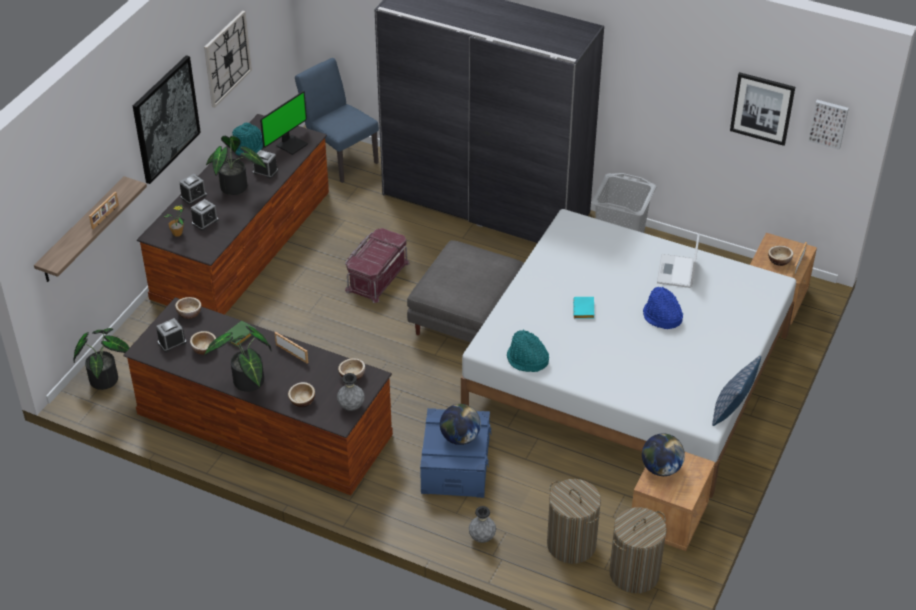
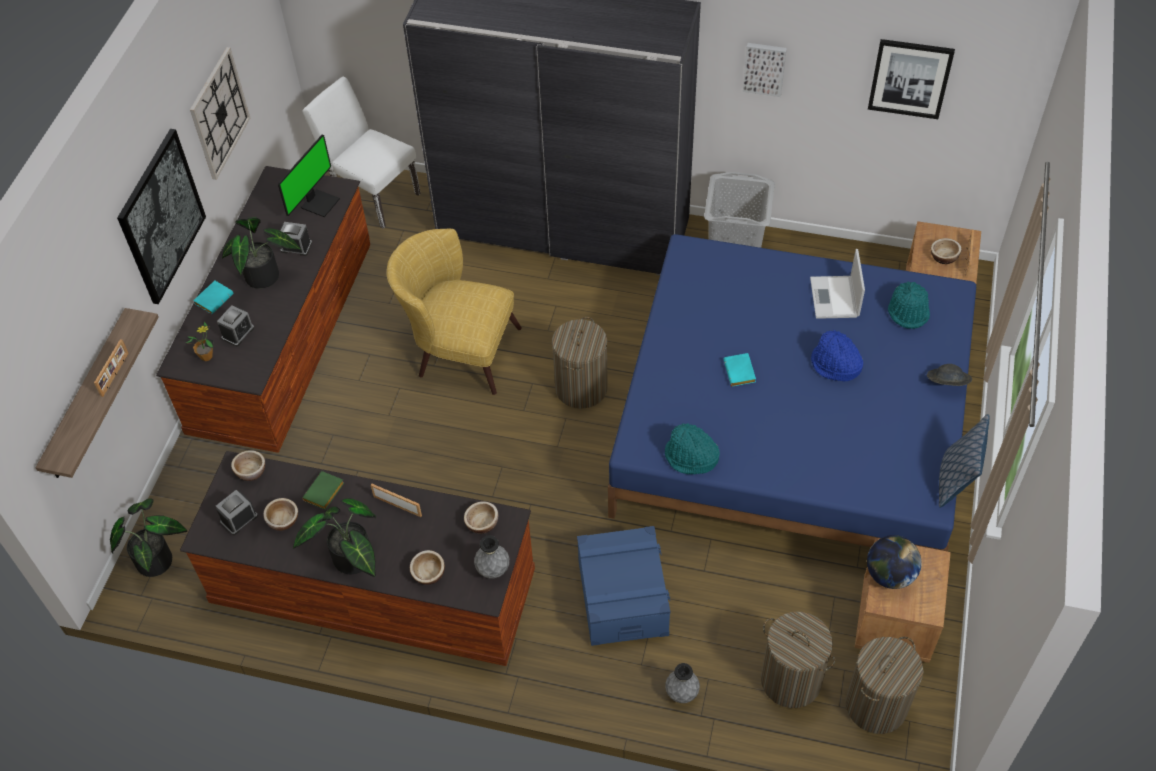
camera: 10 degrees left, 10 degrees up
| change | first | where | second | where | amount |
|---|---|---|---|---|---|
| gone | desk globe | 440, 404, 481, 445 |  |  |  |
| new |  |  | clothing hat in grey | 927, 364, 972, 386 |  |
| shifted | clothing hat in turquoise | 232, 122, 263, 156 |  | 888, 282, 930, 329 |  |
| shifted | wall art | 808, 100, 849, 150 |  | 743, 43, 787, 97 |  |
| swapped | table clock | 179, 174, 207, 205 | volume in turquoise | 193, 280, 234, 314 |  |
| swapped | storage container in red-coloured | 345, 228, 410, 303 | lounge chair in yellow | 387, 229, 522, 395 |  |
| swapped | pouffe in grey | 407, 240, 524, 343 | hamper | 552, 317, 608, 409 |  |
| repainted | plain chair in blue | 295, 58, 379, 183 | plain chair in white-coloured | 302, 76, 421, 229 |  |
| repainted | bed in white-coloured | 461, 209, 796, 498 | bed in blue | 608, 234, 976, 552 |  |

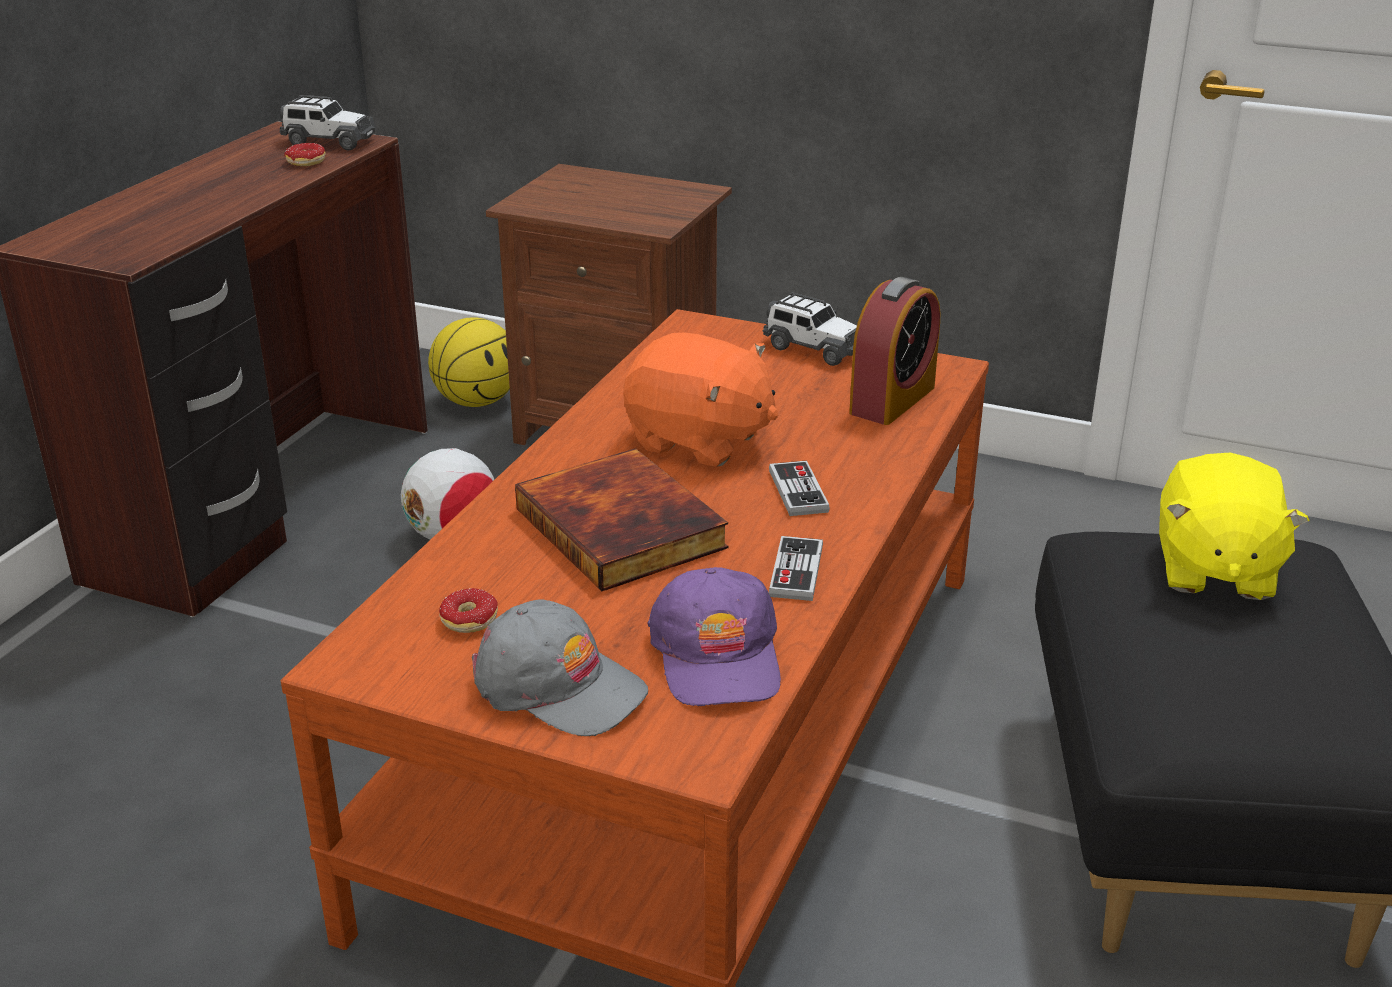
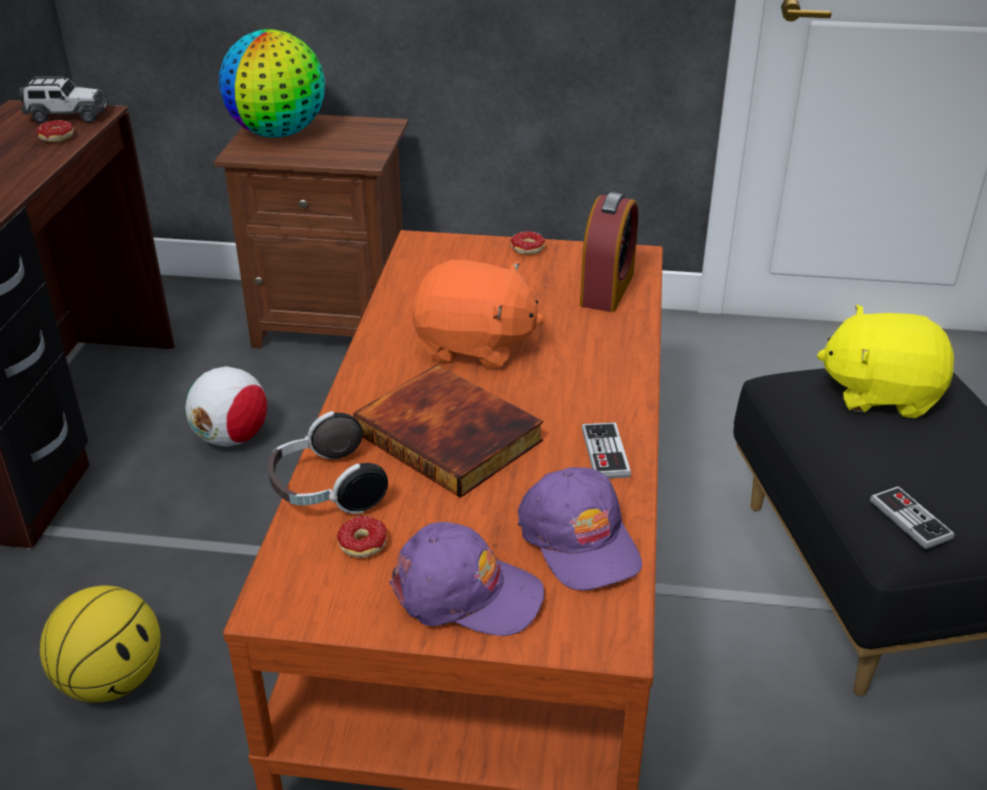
camera: 15 degrees left, 5 degrees up
| change | first | where | second | where | amount |
|---|---|---|---|---|---|
| new |  |  | desk globe | 219, 29, 325, 137 |  |
| new |  |  | headset | 268, 411, 388, 514 |  |
| shifted | basketball ball | 428, 317, 510, 407 |  | 40, 586, 161, 703 |  |
| shifted | joypad | 769, 461, 830, 516 |  | 870, 486, 954, 550 |  |
| swapped | toy car | 763, 292, 857, 366 | doughnut | 510, 231, 545, 255 |  |
| repainted | cap in grey | 472, 599, 648, 736 | cap in purple | 389, 522, 544, 636 |  |
| rotated | plush toy in yellow | 1159, 453, 1310, 600 |  | 817, 304, 954, 418 | 105 degrees clockwise |

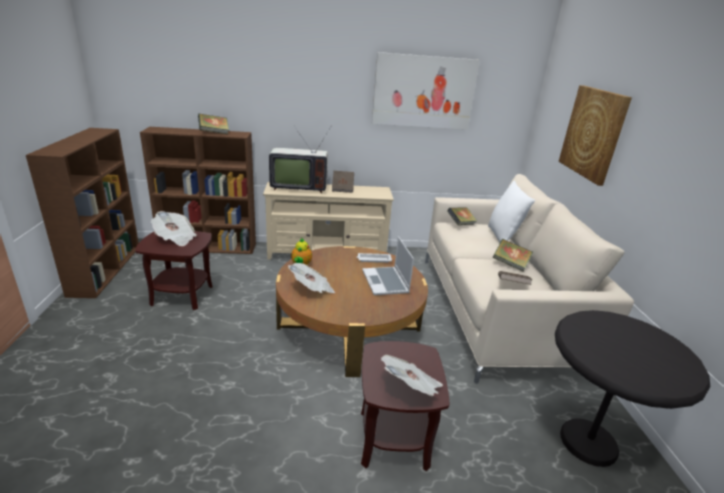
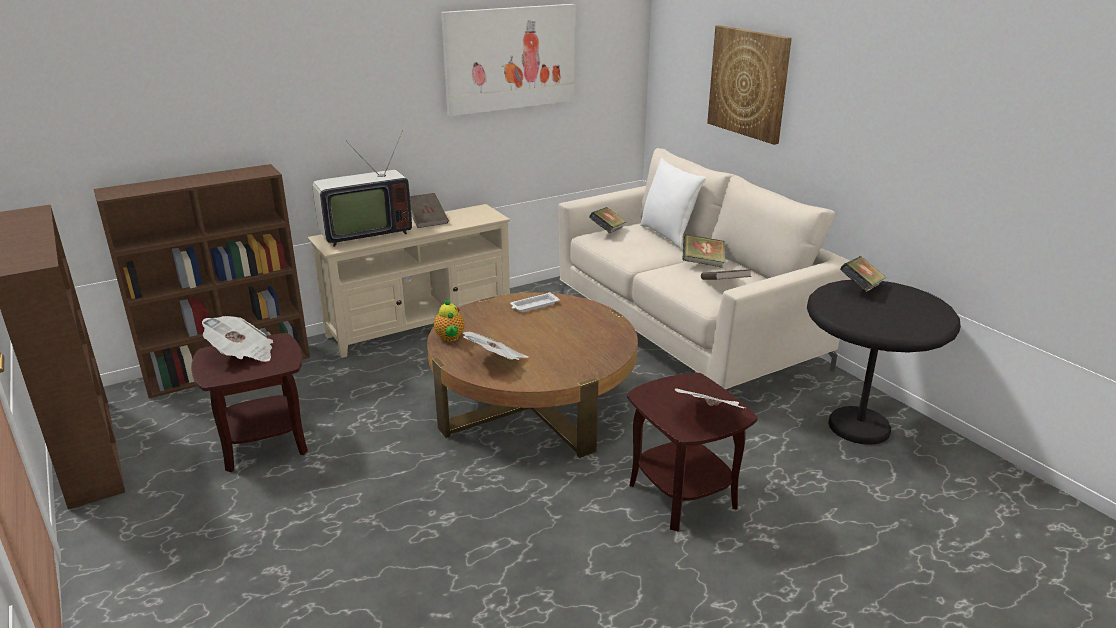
camera: 25 degrees left, 0 degrees up
| change | first | where | second | where | amount |
|---|---|---|---|---|---|
| gone | portable computer | 362, 237, 414, 295 |  |  |  |
| shifted | volume | 198, 114, 229, 134 |  | 840, 256, 886, 292 |  |

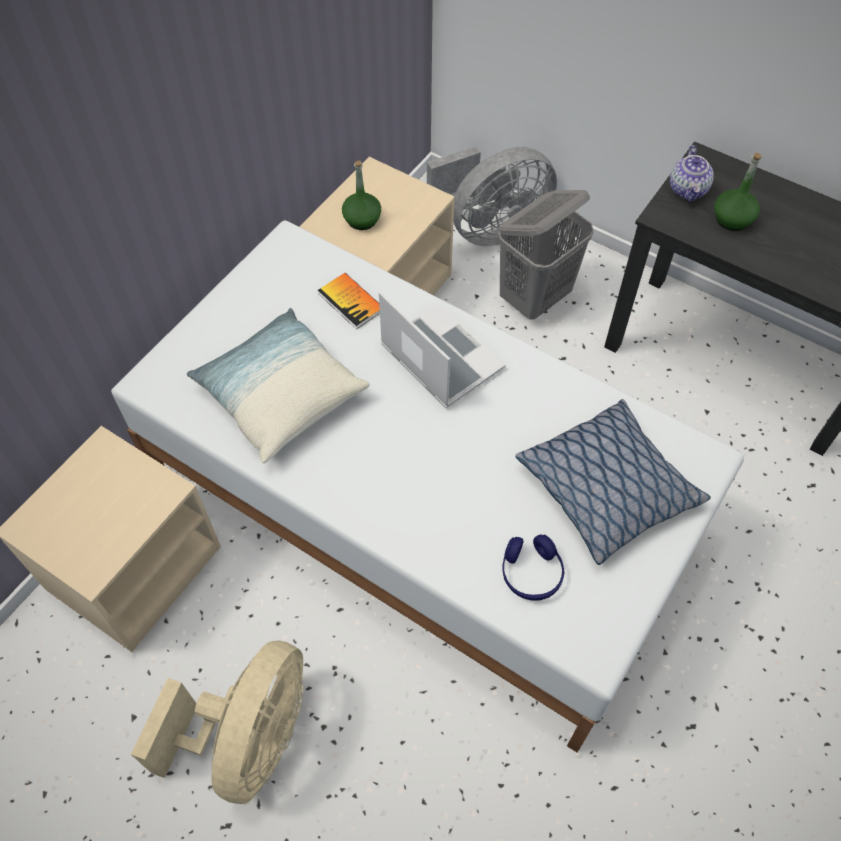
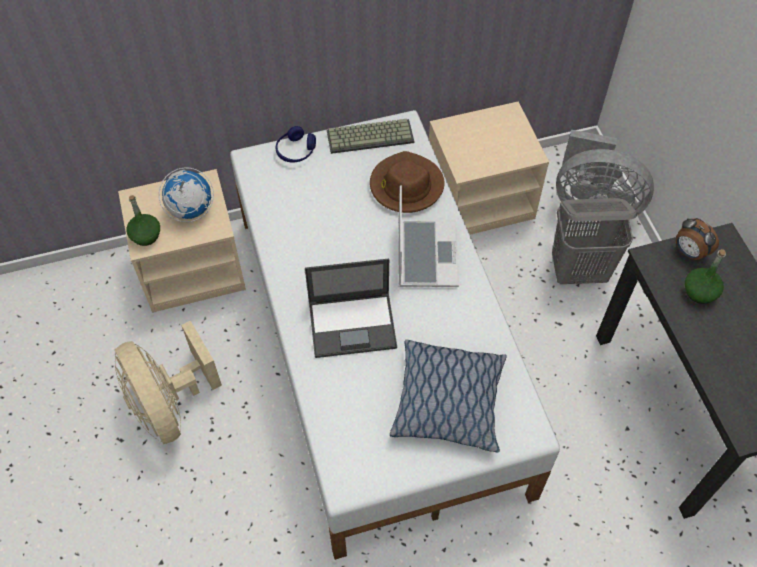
camera: 40 degrees right, 0 degrees up
| change | first | where | second | where | amount |
|---|---|---|---|---|---|
| gone | throw pillow | 187, 308, 370, 463 |  |  |  |
| new |  |  | desk globe | 159, 167, 214, 222 |  |
| new |  |  | portable computer | 305, 258, 397, 358 |  |
| new |  |  | PC keyboard | 327, 119, 414, 154 |  |
| shifted | beverage bottle in green | 342, 161, 381, 230 |  | 126, 195, 160, 246 |  |
| shifted | headset in blue | 502, 534, 564, 601 |  | 275, 126, 316, 162 |  |
| swapped | volume | 318, 273, 380, 329 | clothing hat in brown | 370, 151, 445, 213 |  |
| swapped | tea pot | 670, 145, 714, 202 | table clock | 676, 218, 719, 260 |  |
| rotated | cooling fan in sand-coloured | 131, 641, 304, 804 |  | 115, 320, 222, 444 | 90 degrees clockwise |

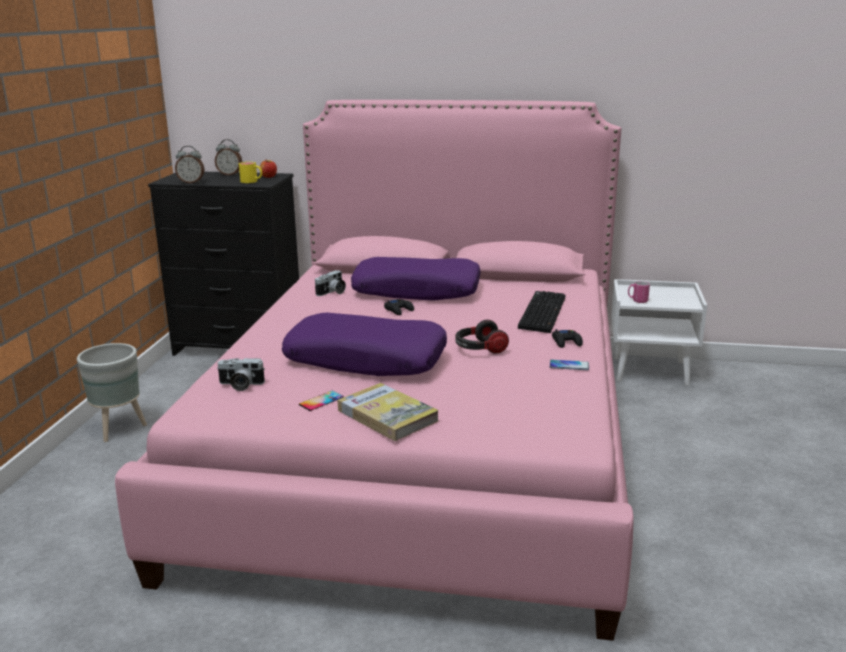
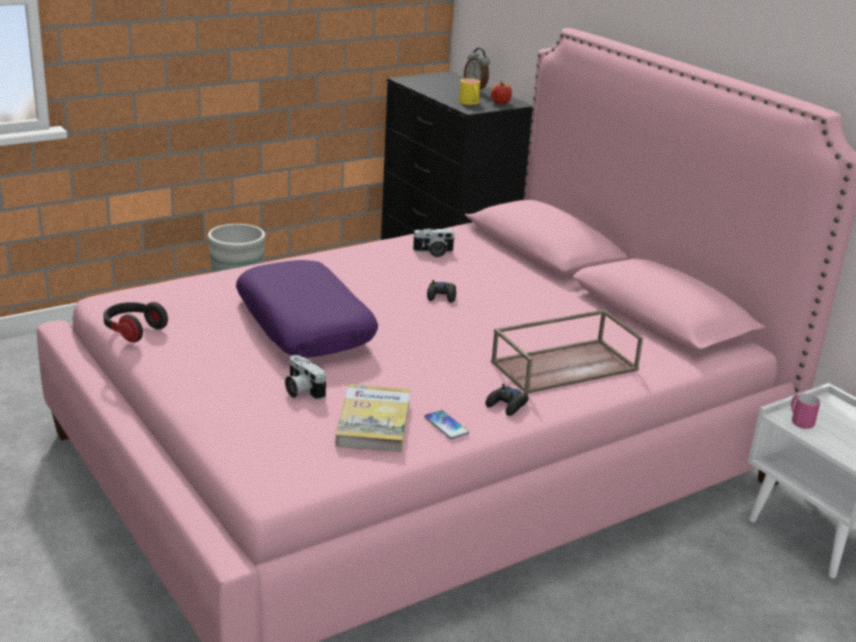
camera: 45 degrees right, 5 degrees up
| change | first | where | second | where | amount |
|---|---|---|---|---|---|
| gone | table clock | 175, 146, 204, 183 |  |  |  |
| gone | phone | 299, 391, 344, 411 |  |  |  |
| gone | throw pillow in purple | 351, 257, 481, 301 |  |  |  |
| shifted | photo camera | 217, 358, 265, 391 |  | 285, 355, 326, 400 |  |
| shifted | volume | 338, 383, 439, 441 |  | 335, 384, 411, 452 |  |
| shifted | headset | 456, 320, 509, 354 |  | 103, 302, 168, 342 |  |
| swapped | PC keyboard | 518, 291, 565, 333 | tray in brown | 491, 309, 643, 394 |  |

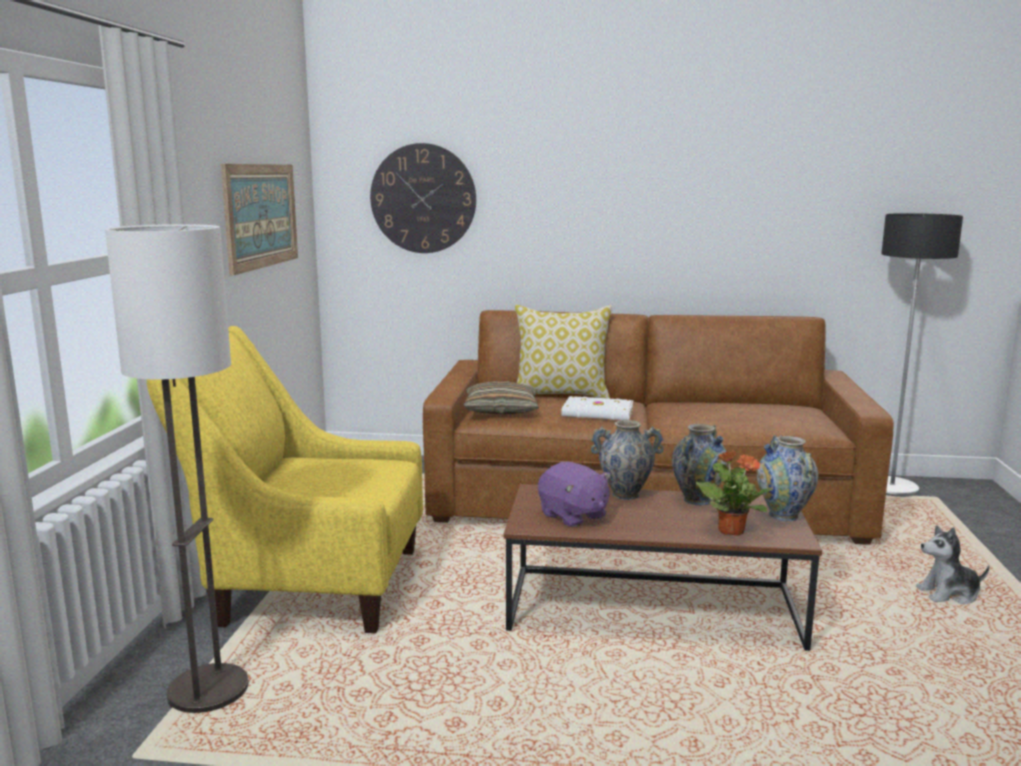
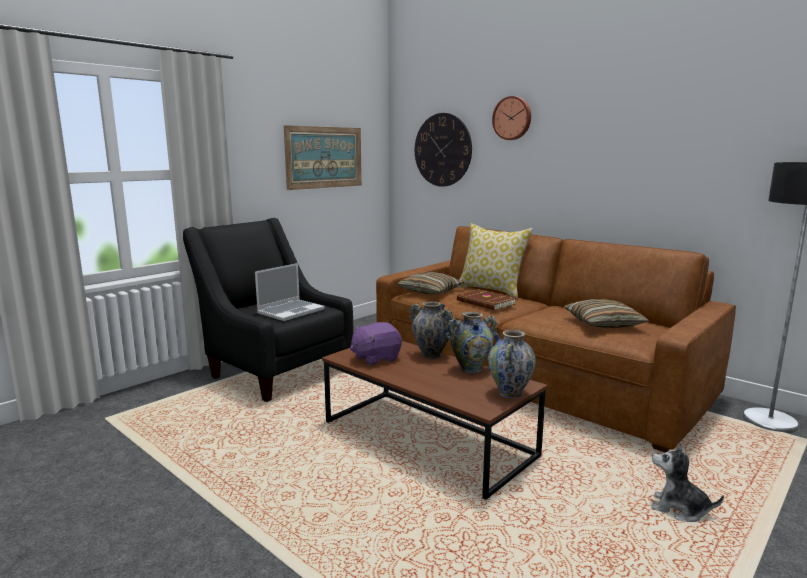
camera: 35 degrees right, 0 degrees up
| change | first | where | second | where | amount |
|---|---|---|---|---|---|
| gone | standard lamp | 105, 224, 249, 713 |  |  |  |
| gone | houseplant | 696, 450, 773, 535 |  |  |  |
| new |  |  | portable computer | 255, 263, 325, 321 |  |
| new |  |  | hanging clock | 492, 96, 531, 140 |  |
| new |  |  | throw pillow | 564, 299, 649, 328 |  |
| repainted | lounge chair in yellow | 147, 326, 423, 633 | lounge chair in black | 183, 218, 353, 402 |  |
| repainted | volume in white-coloured | 561, 396, 634, 420 | volume in brown | 457, 289, 516, 310 |  |
| rotated | plush toy in purple | 538, 462, 611, 527 |  | 350, 322, 402, 366 | 60 degrees clockwise |

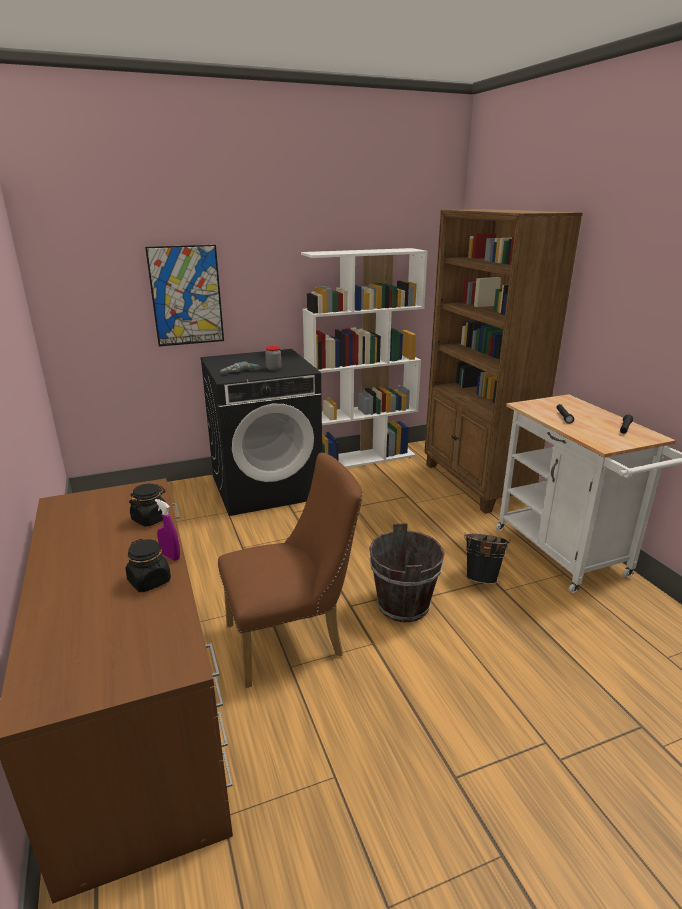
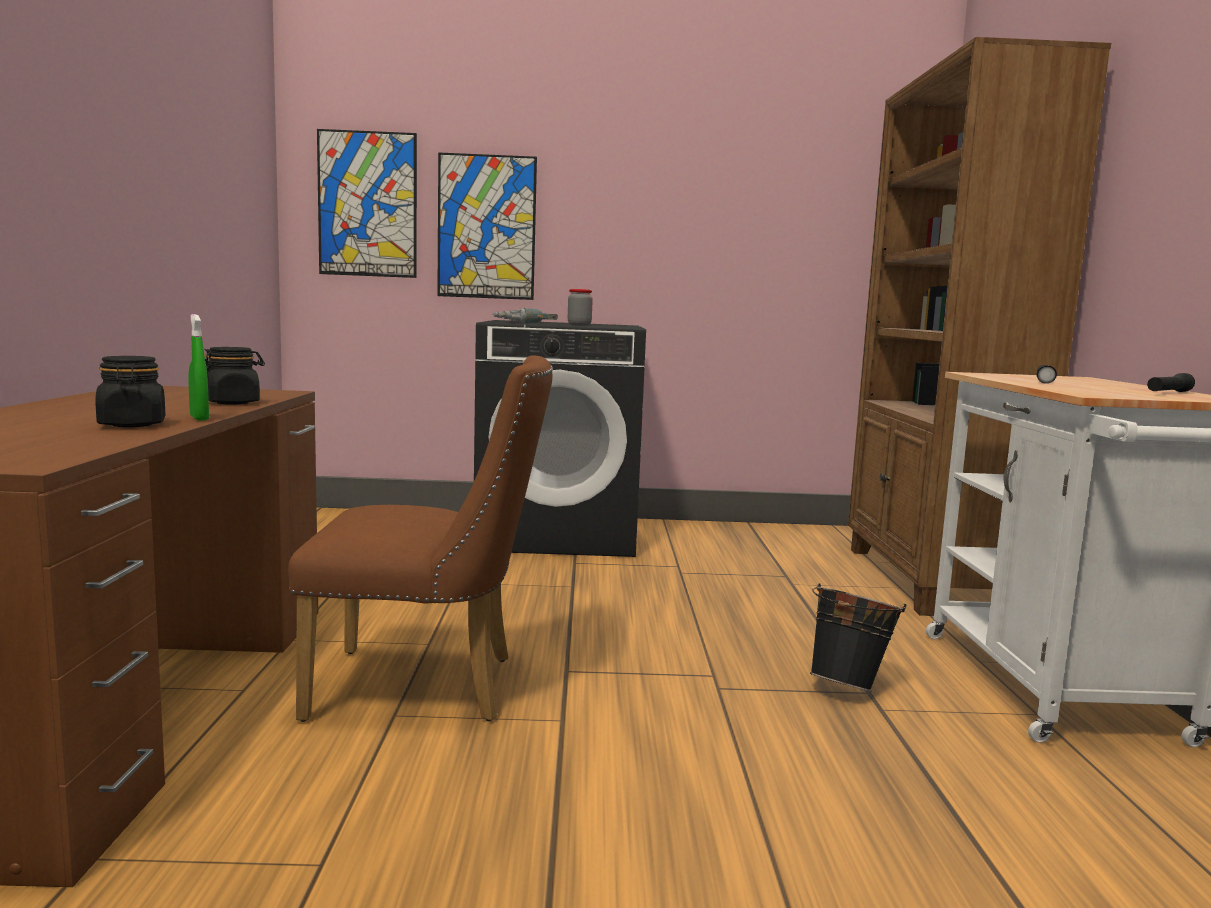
camera: 20 degrees right, 15 degrees down
| change | first | where | second | where | amount |
|---|---|---|---|---|---|
| gone | shelving unit in white-coloured | 301, 248, 428, 468 |  |  |  |
| gone | water bucket in brown | 369, 523, 445, 622 |  |  |  |
| new |  |  | wall art | 317, 129, 417, 278 |  |
| repainted | hand sprayer in purple | 155, 499, 180, 561 | hand sprayer in green | 188, 314, 209, 421 |  |

